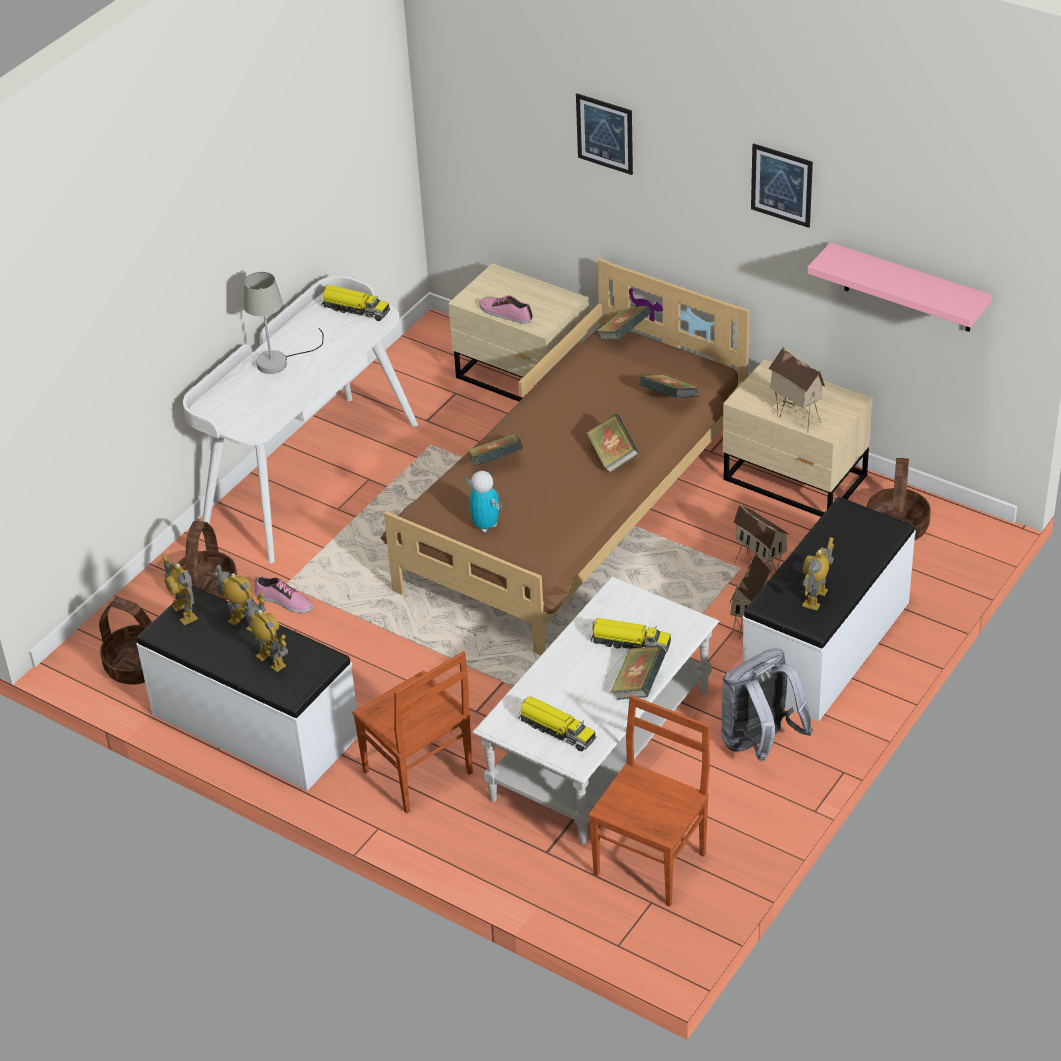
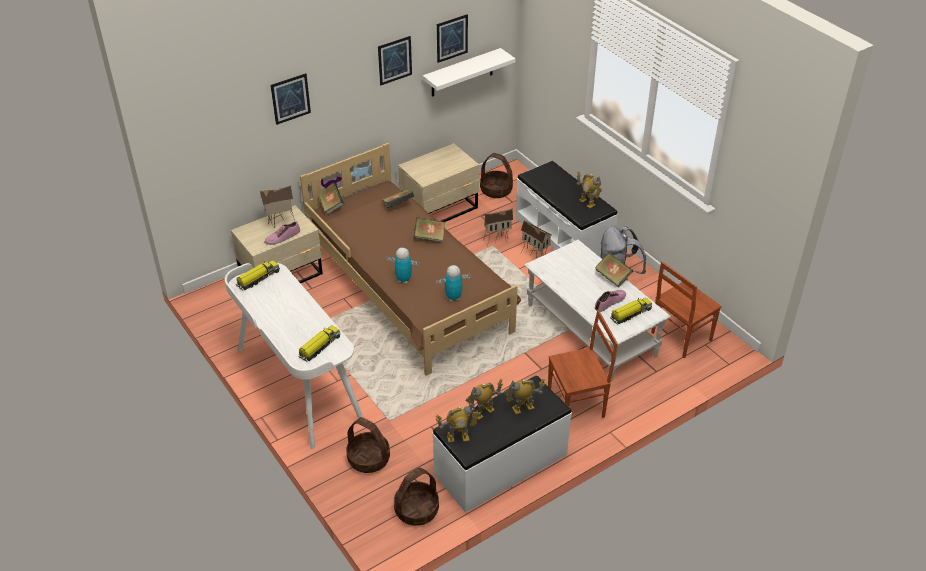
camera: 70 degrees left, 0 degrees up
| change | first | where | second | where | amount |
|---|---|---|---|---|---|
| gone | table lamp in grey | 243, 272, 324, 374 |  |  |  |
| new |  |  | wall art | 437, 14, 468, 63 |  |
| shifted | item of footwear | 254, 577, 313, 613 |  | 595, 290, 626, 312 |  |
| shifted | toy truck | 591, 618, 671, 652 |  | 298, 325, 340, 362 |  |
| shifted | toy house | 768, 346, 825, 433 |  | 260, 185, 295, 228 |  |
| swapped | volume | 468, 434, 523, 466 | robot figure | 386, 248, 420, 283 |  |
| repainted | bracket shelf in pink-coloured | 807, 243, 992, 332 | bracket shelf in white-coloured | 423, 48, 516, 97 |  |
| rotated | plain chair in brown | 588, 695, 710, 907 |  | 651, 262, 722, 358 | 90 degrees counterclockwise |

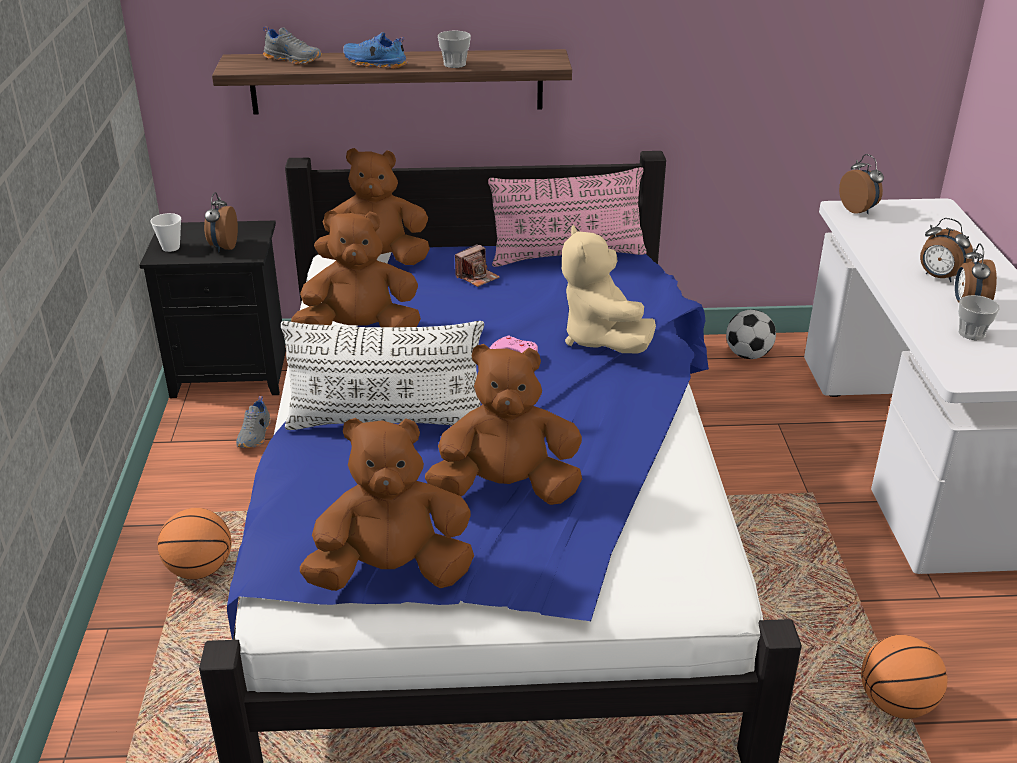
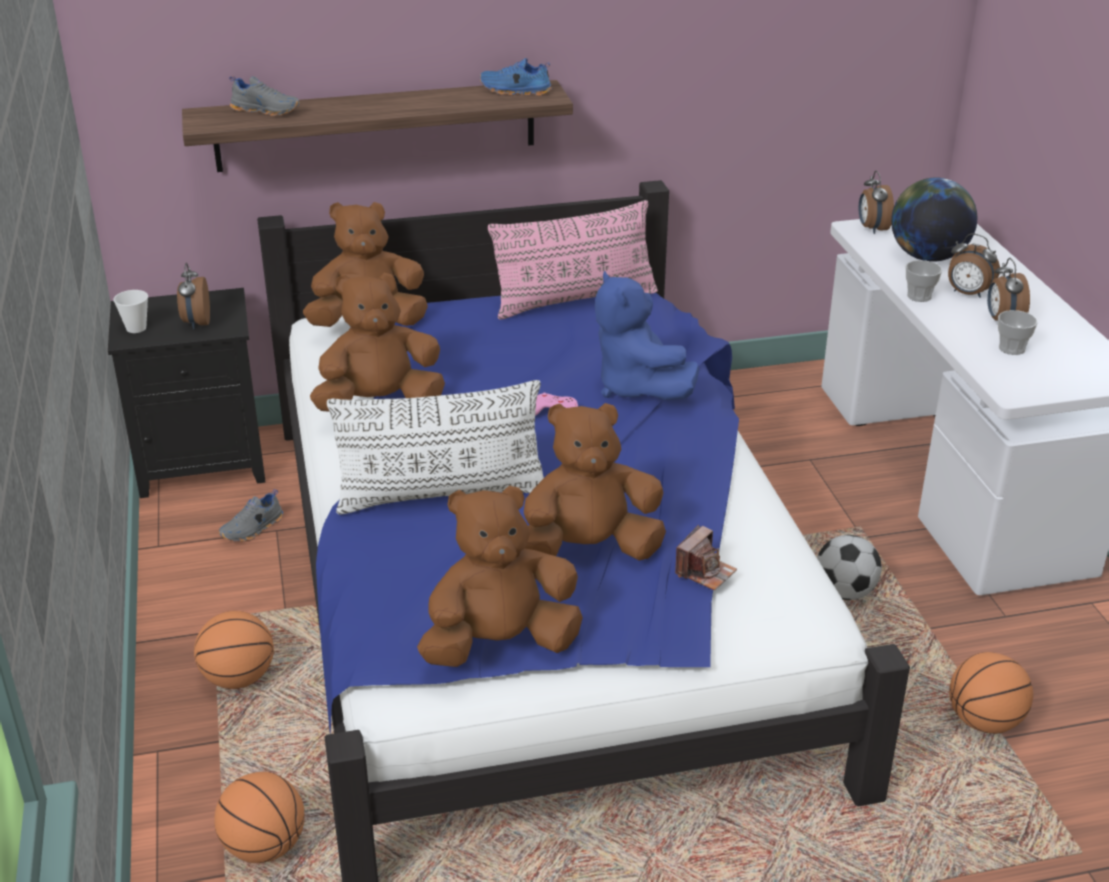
camera: 10 degrees left, 0 degrees up
| change | first | where | second | where | amount |
|---|---|---|---|---|---|
| new |  |  | basketball ball | 214, 772, 305, 863 |  |
| new |  |  | desk globe | 891, 177, 977, 262 |  |
| shifted | item of footwear in blue | 343, 32, 408, 69 |  | 480, 58, 552, 96 |  |
| shifted | small cup | 438, 30, 471, 68 |  | 906, 260, 942, 302 |  |
| shifted | photo camera | 455, 244, 500, 287 |  | 675, 525, 737, 591 |  |
| shifted | ball for football | 726, 310, 776, 359 |  | 817, 535, 882, 600 |  |
| repainted | plush toy in sand-coloured | 562, 225, 656, 353 | plush toy in blue | 595, 270, 699, 400 |  |
| rotated | item of footwear in grey | 236, 396, 271, 448 |  | 219, 489, 283, 542 | 45 degrees clockwise |
| rotated | table clock | 839, 154, 884, 214 |  | 859, 171, 894, 234 | 150 degrees counterclockwise |

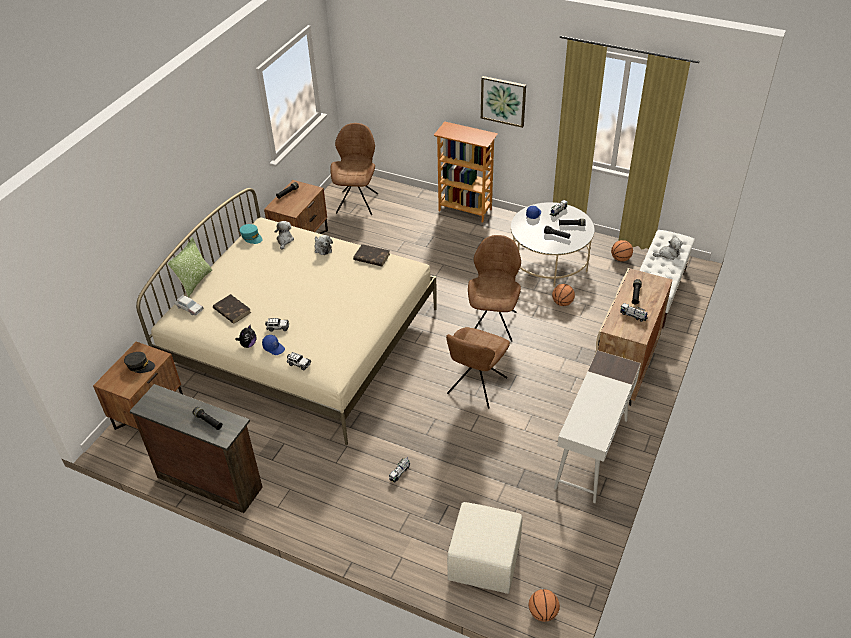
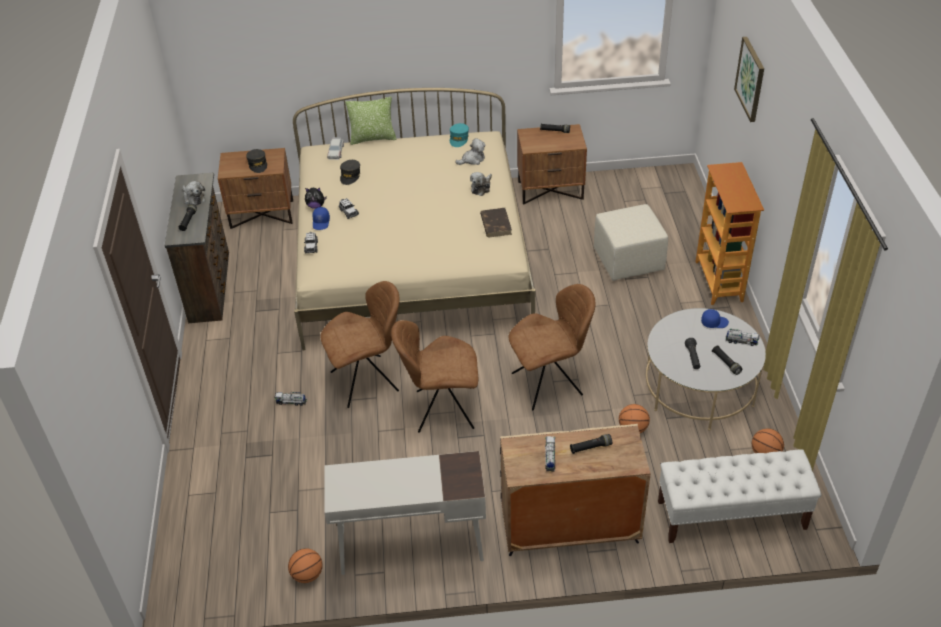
camera: 60 degrees right, 0 degrees up
| change | first | where | second | where | amount |
|---|---|---|---|---|---|
| shifted | plain chair in brown | 330, 123, 378, 215 |  | 320, 281, 400, 408 |  |
| shifted | pouffe in sand-coloured | 447, 502, 522, 594 |  | 594, 204, 668, 281 |  |
| shifted | wall art | 481, 76, 526, 128 |  | 734, 37, 764, 122 |  |
| shifted | basketball ball | 529, 589, 560, 622 |  | 288, 548, 323, 583 |  |
| shifted | plush toy | 653, 237, 683, 260 |  | 183, 181, 206, 206 |  |
| swapped | volume in brown | 213, 294, 251, 324 | cap in grey | 340, 160, 360, 185 |  |

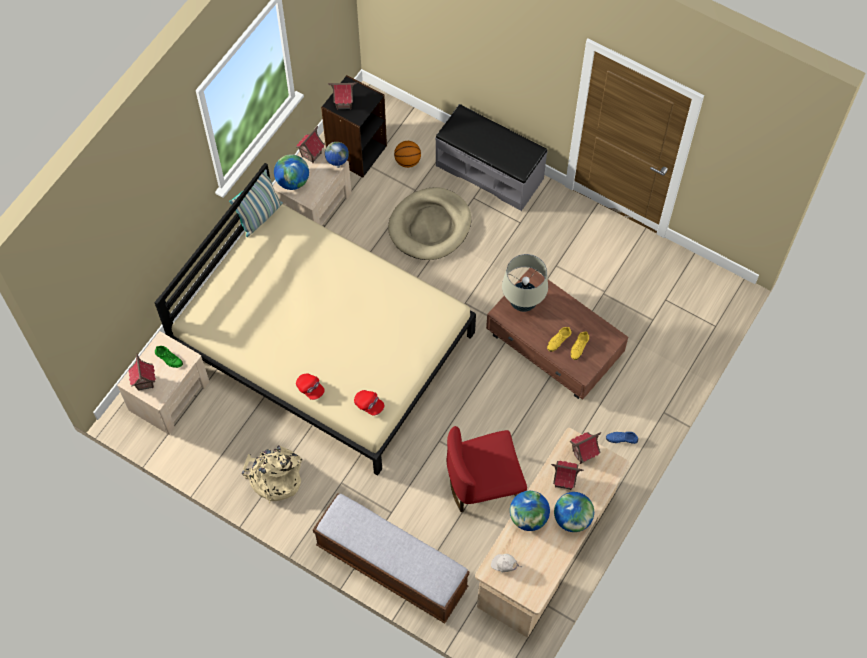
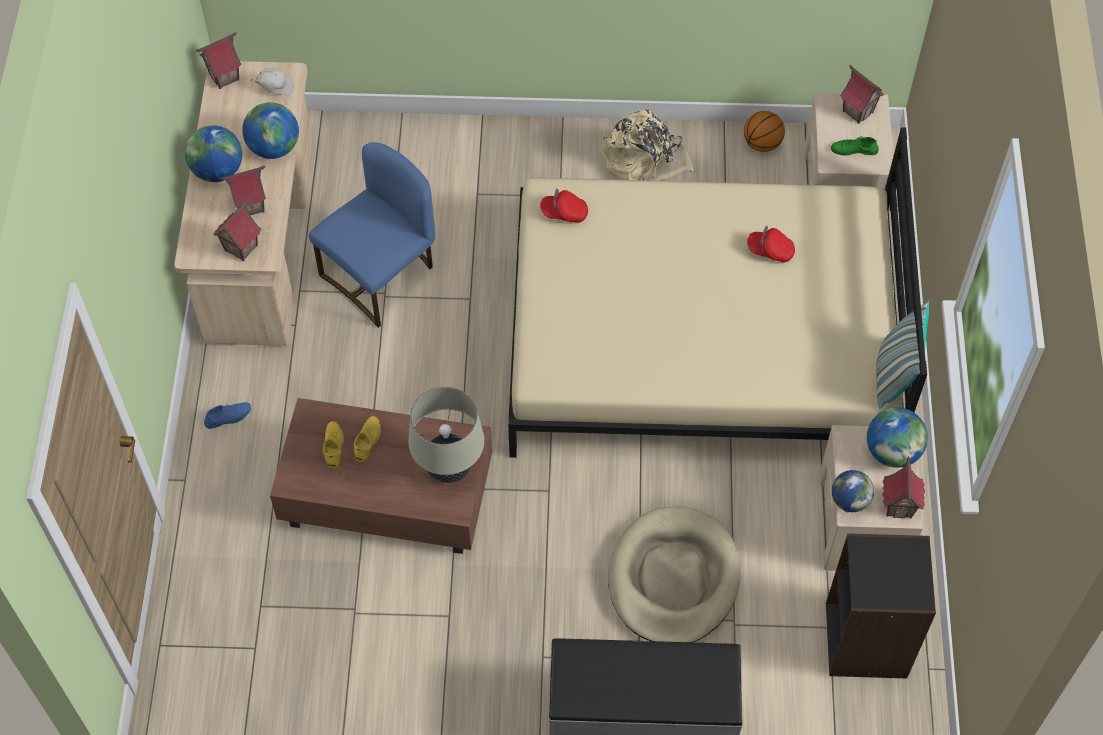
camera: 150 degrees right, 5 degrees down
| change | first | where | second | where | amount |
|---|---|---|---|---|---|
| gone | bench | 313, 493, 469, 624 |  |  |  |
| shifted | cap in red-coloured | 296, 373, 325, 400 |  | 747, 226, 795, 263 |  |
| shifted | toy house | 328, 82, 357, 110 |  | 196, 32, 242, 89 |  |
| shifted | basketball ball | 394, 141, 421, 168 |  | 744, 111, 785, 152 |  |
| repainted | plain chair in red-coloured | 447, 426, 527, 512 | plain chair in blue | 309, 142, 435, 328 |  |

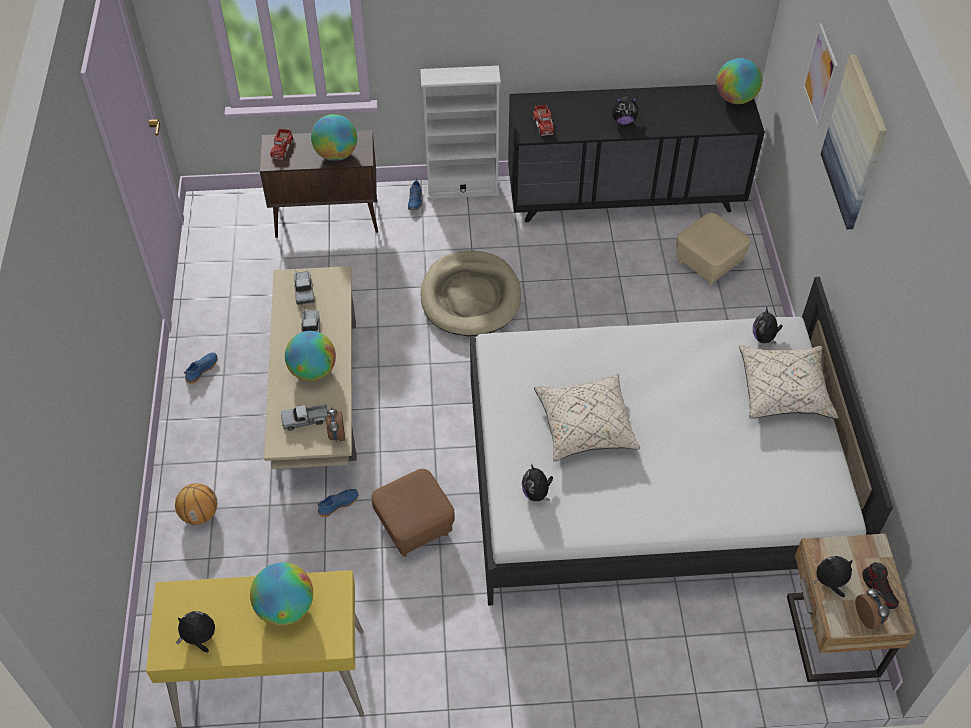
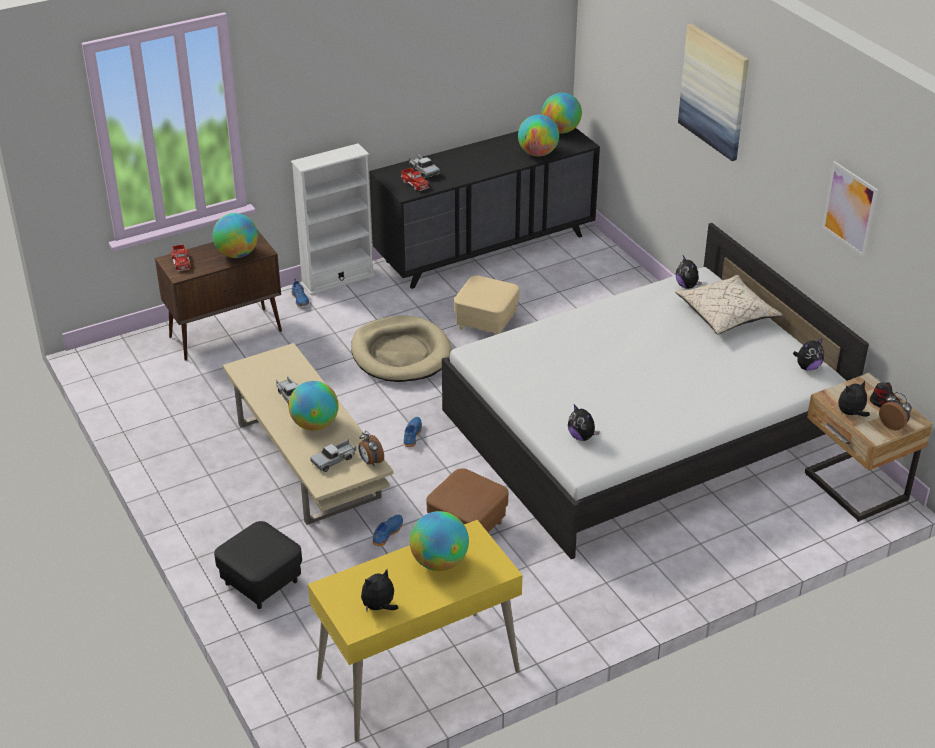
camera: 25 degrees left, 15 degrees down
| change | first | where | second | where | amount |
|---|---|---|---|---|---|
| gone | throw pillow in sand-coloured | 534, 374, 640, 462 |  |  |  |
| new |  |  | desk globe | 518, 115, 559, 156 |  |
| shifted | item of footwear in blue | 184, 352, 217, 384 |  | 404, 417, 422, 447 |  |
| shifted | toy truck | 294, 268, 315, 305 |  | 409, 154, 440, 179 |  |
| shifted | plush toy | 612, 97, 639, 125 |  | 793, 338, 824, 371 |  |
| shifted | pouffe in sand-coloured | 676, 213, 750, 286 |  | 454, 276, 519, 335 |  |
| shifted | wall art | 803, 23, 838, 128 |  | 822, 161, 878, 257 |  |
| swapped | basketball ball | 175, 483, 217, 525 | pouffe in black | 214, 521, 302, 609 |  |

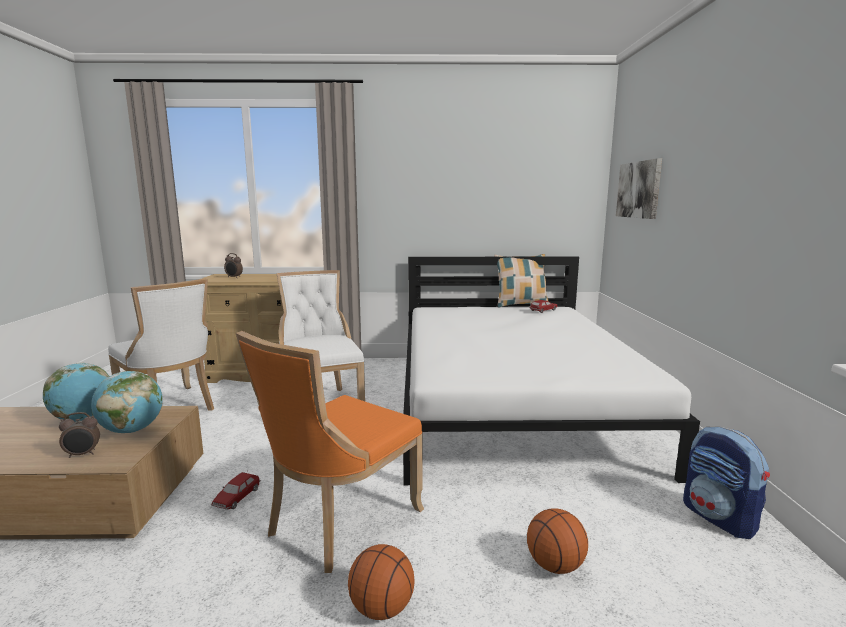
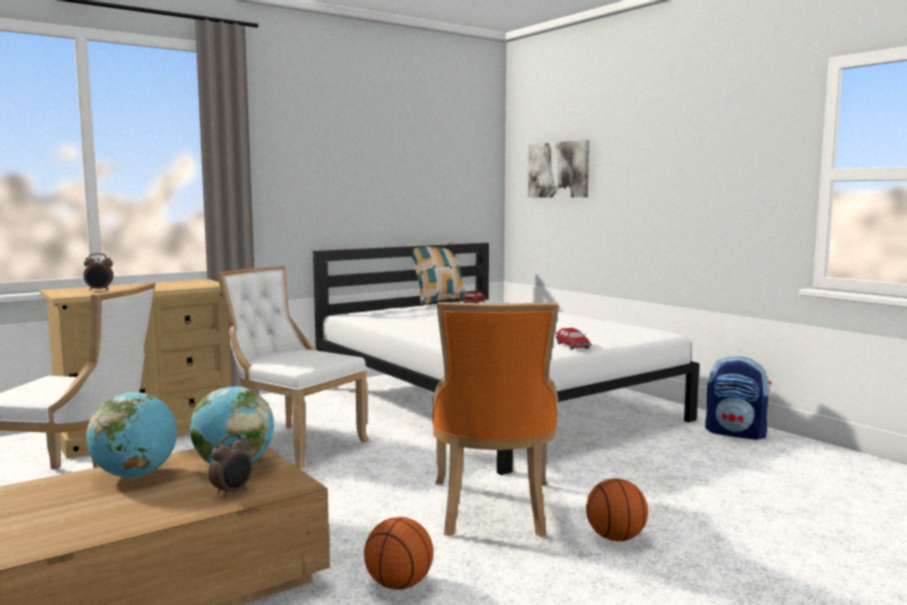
camera: 35 degrees left, 5 degrees down
| change | first | where | second | where | amount |
|---|---|---|---|---|---|
| shifted | toy car | 211, 472, 261, 510 |  | 556, 328, 591, 350 |  |
| shifted | basketball ball | 527, 508, 588, 574 |  | 364, 517, 433, 590 |  |

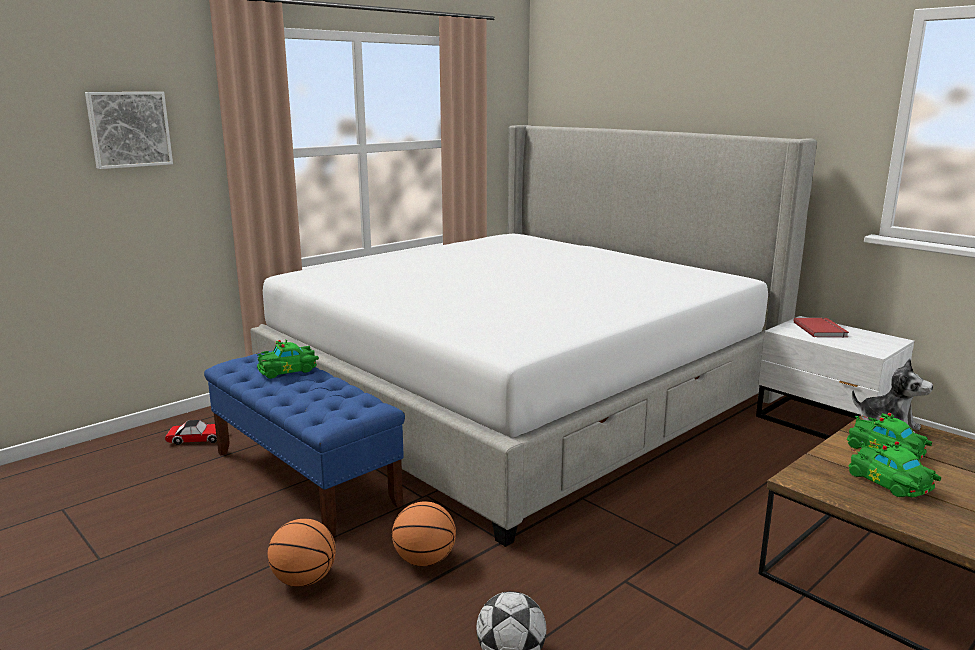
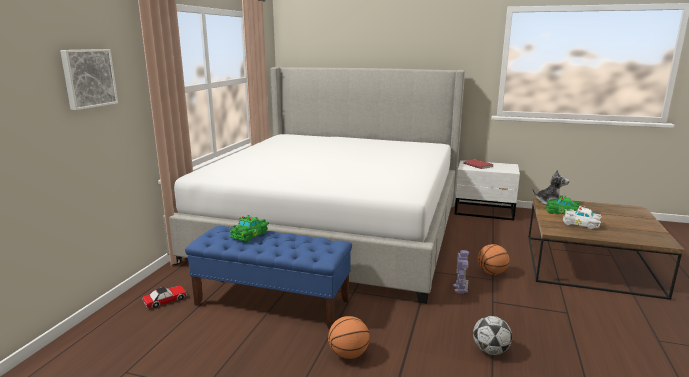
camera: 30 degrees left, 0 degrees up
| change | first | where | second | where | amount |
|---|---|---|---|---|---|
| new |  |  | robot figure | 453, 250, 469, 294 |  |
| shifted | basketball ball | 392, 501, 456, 566 |  | 478, 244, 509, 275 |  |
| repainted | toy car in green | 849, 441, 941, 497 | toy car in white-coloured | 563, 205, 602, 229 |  |

